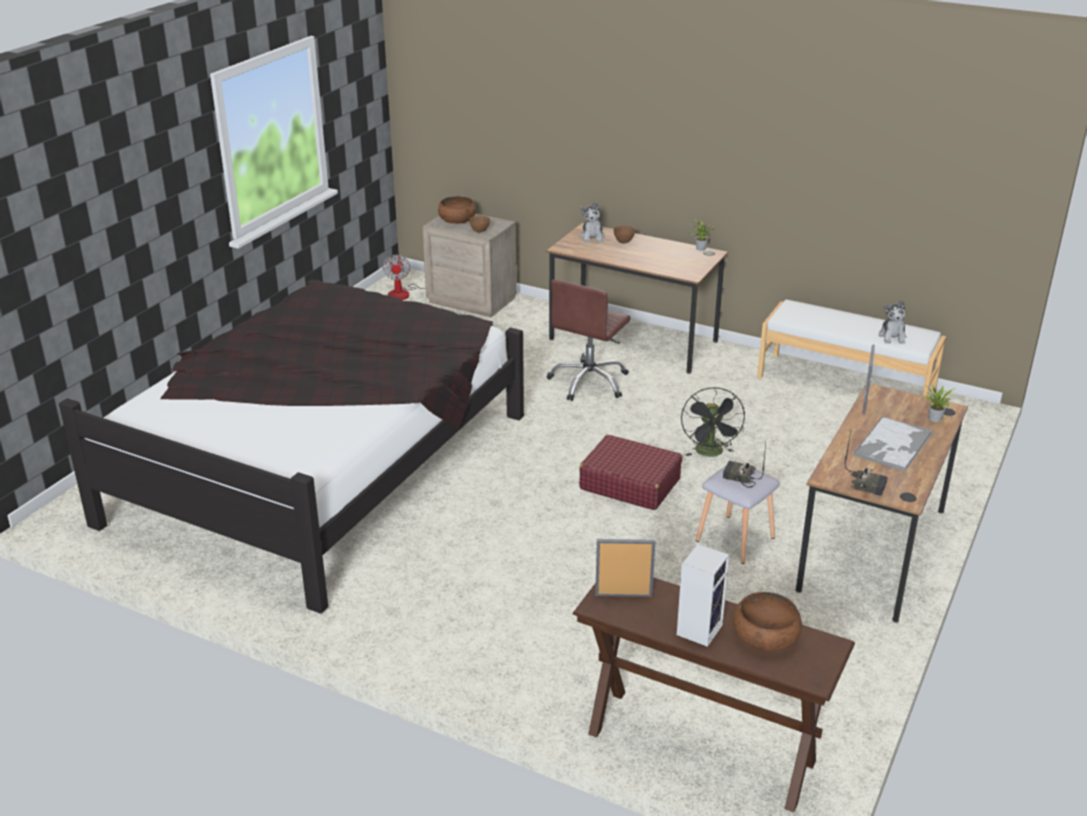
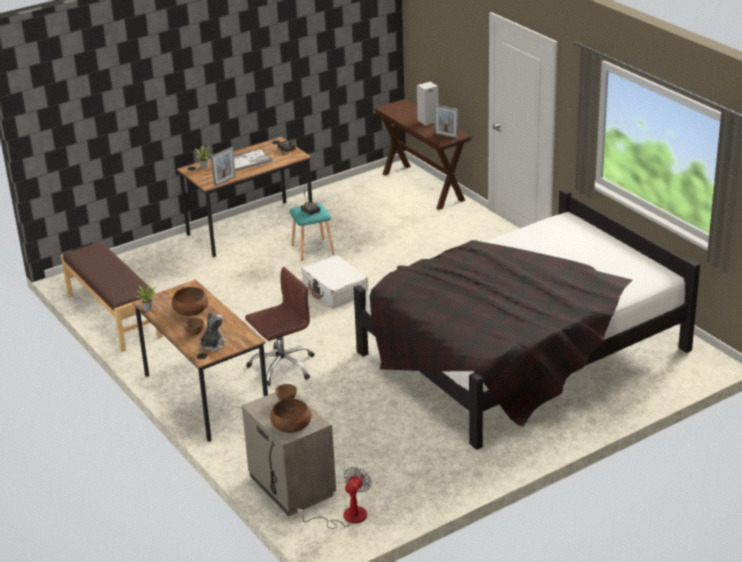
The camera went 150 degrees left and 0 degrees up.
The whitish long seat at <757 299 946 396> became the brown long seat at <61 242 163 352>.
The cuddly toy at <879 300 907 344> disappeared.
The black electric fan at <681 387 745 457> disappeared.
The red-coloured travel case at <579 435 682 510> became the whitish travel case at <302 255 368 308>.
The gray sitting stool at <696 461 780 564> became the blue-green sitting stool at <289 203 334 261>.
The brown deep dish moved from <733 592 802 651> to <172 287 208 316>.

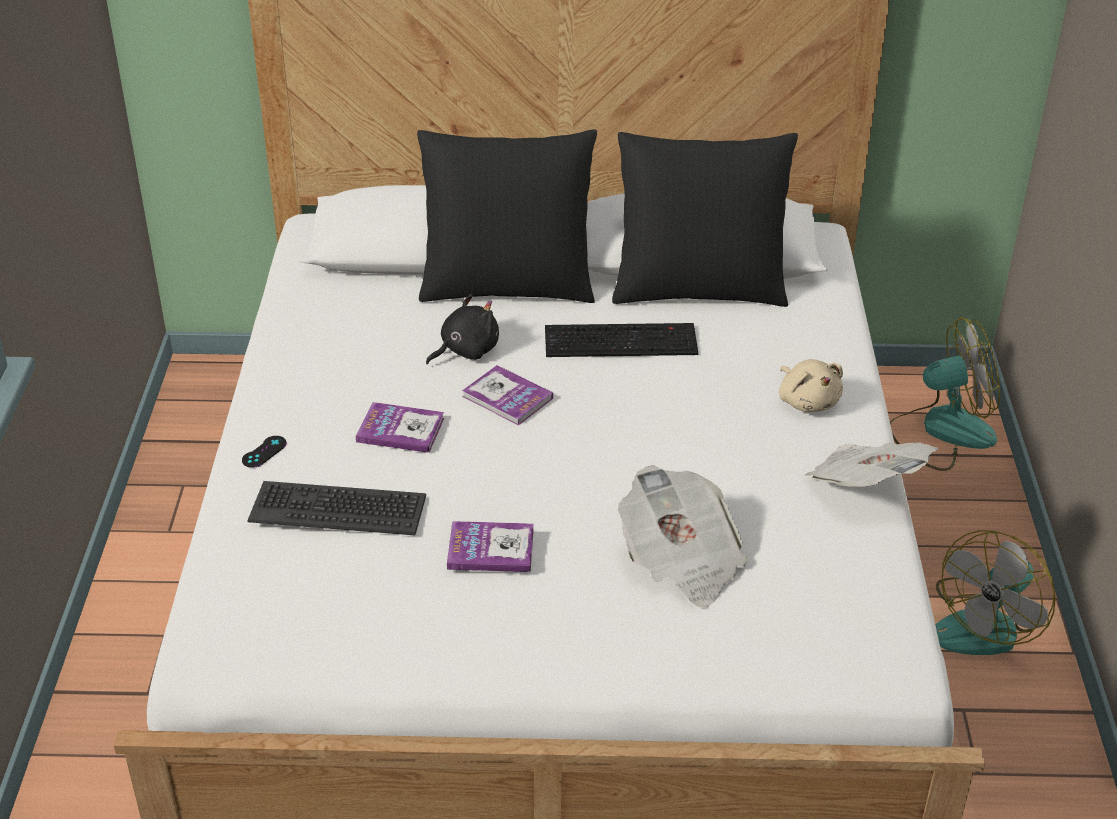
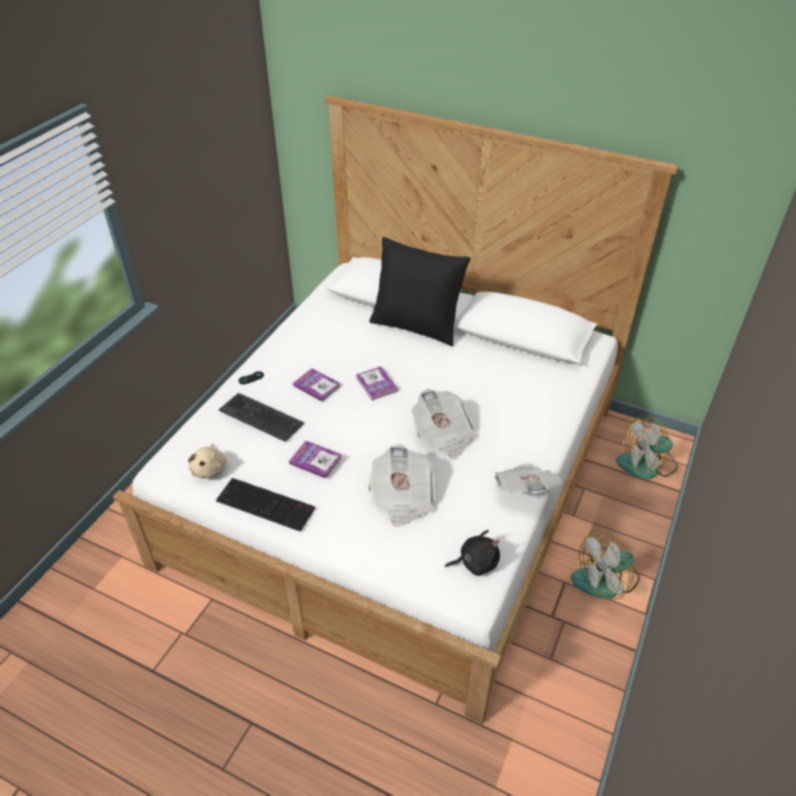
The camera went 25 degrees right and 5 degrees up.
The black throw pillow at <612 132 798 307> disappeared.
The black cuddly toy moved from <426 294 499 364> to <445 530 500 576>.
The electric fan at <890 317 1000 471> turned 150 degrees clockwise.
The PC keyboard moved from <545 323 698 357> to <216 478 315 532>.
The beige cuddly toy moved from <779 359 843 412> to <188 444 227 479>.
The daily paper at <412 389 476 459> appeared.

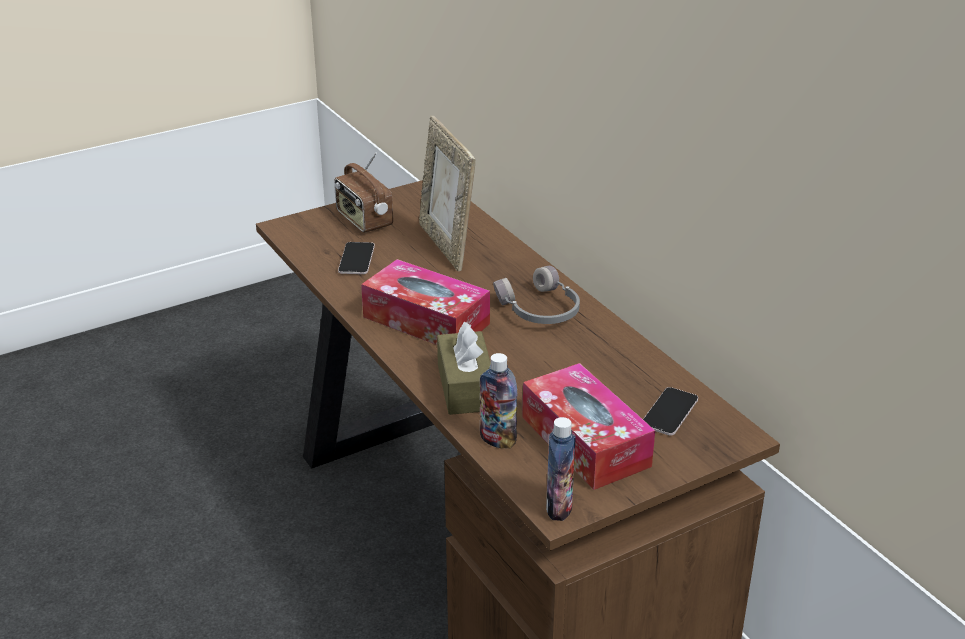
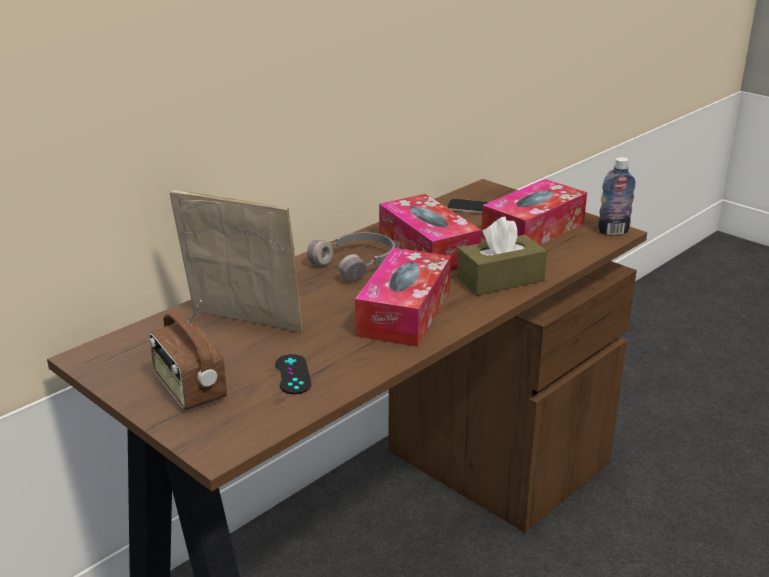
The camera went 105 degrees left and 5 degrees down.
The photo frame at <419 116 475 271> turned 120 degrees counterclockwise.
The radio set at <335 153 393 233> turned 105 degrees clockwise.
The phone at <338 242 375 274> was replaced by the black game controller at <275 354 312 394>.
The bottle at <480 353 517 449> disappeared.
The tissue box at <379 194 481 271> appeared.

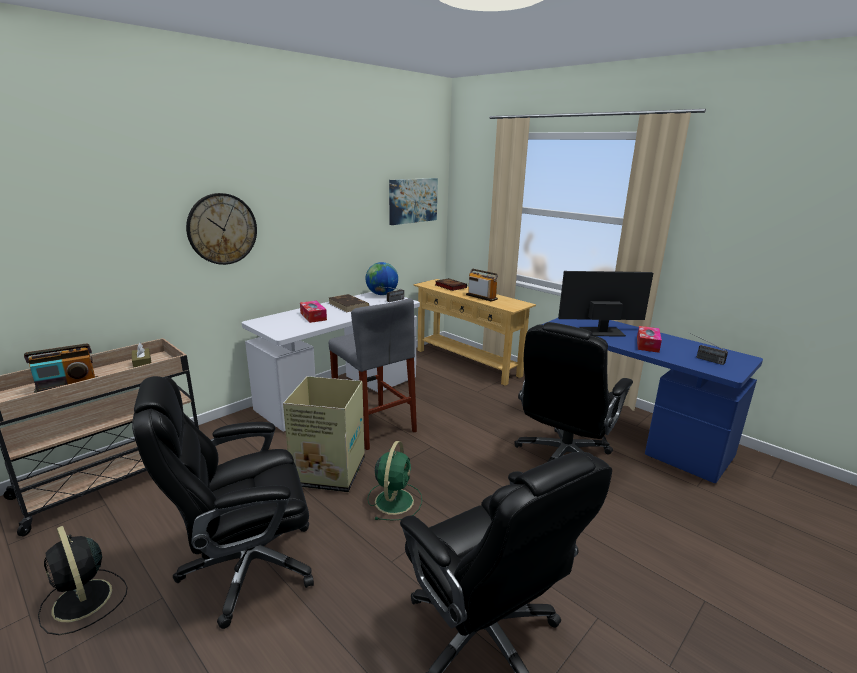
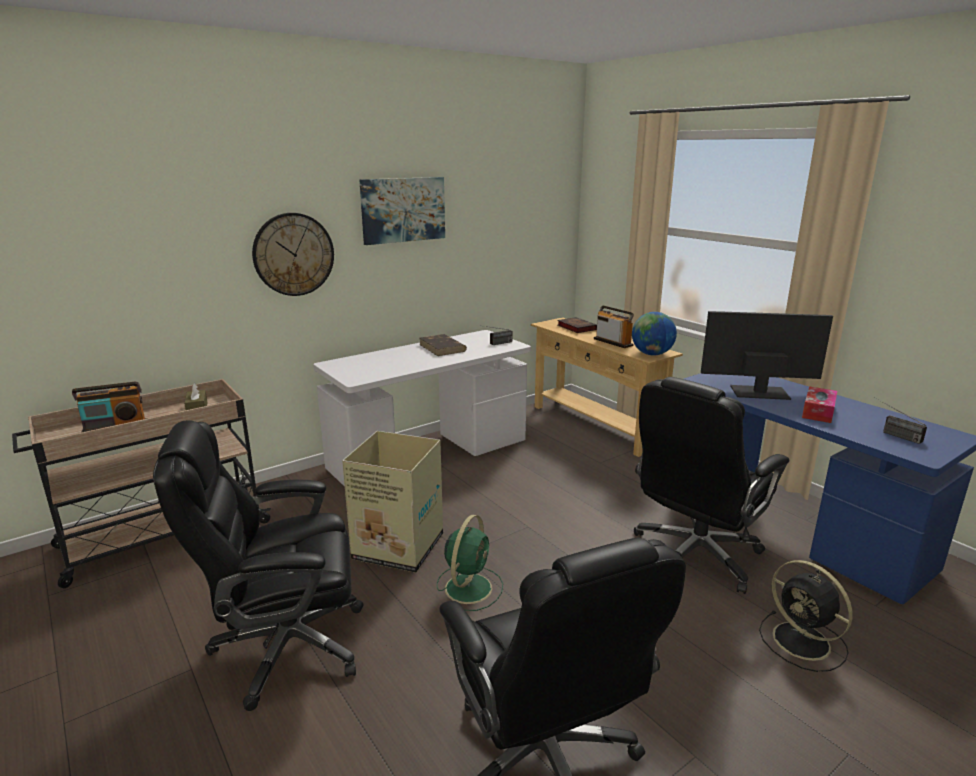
The camera went 10 degrees right and 0 degrees up.
The wall art moved from <389 178 438 225> to <359 177 445 245>.
The world globe moved from <366 262 398 295> to <632 312 677 355>.
The gray sitting stool at <329 298 417 450> disappeared.
The tissue box at <300 301 327 323> disappeared.
The black electric fan moved from <38 526 127 635> to <759 560 853 672>.

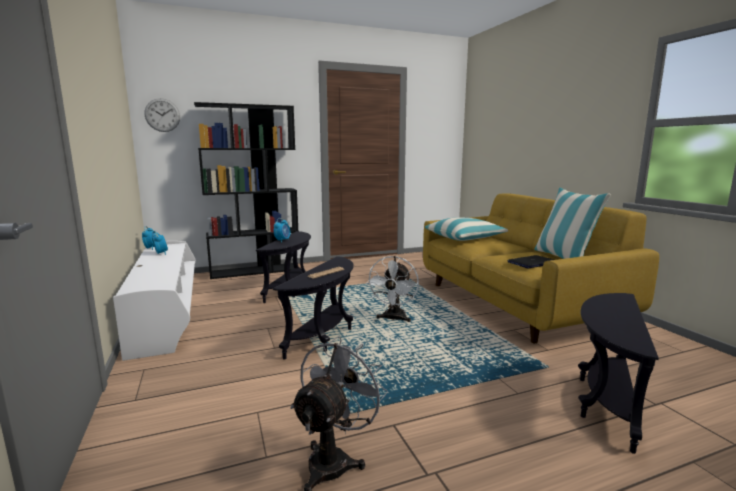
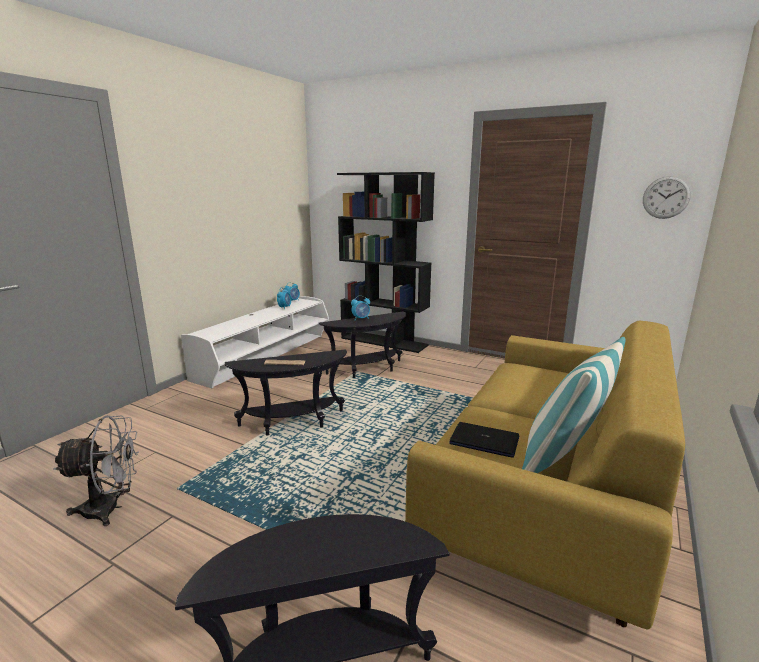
The camera went 50 degrees right and 5 degrees up.
The wall clock moved from <144 98 180 132> to <643 176 691 219>.
The throw pillow at <425 217 508 241> disappeared.
The whitish electric fan at <366 256 419 322> disappeared.

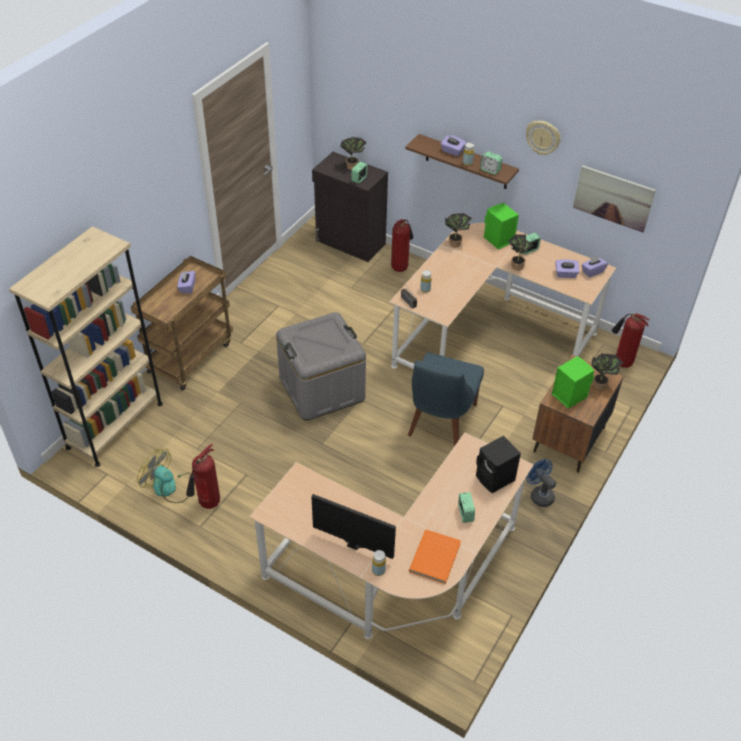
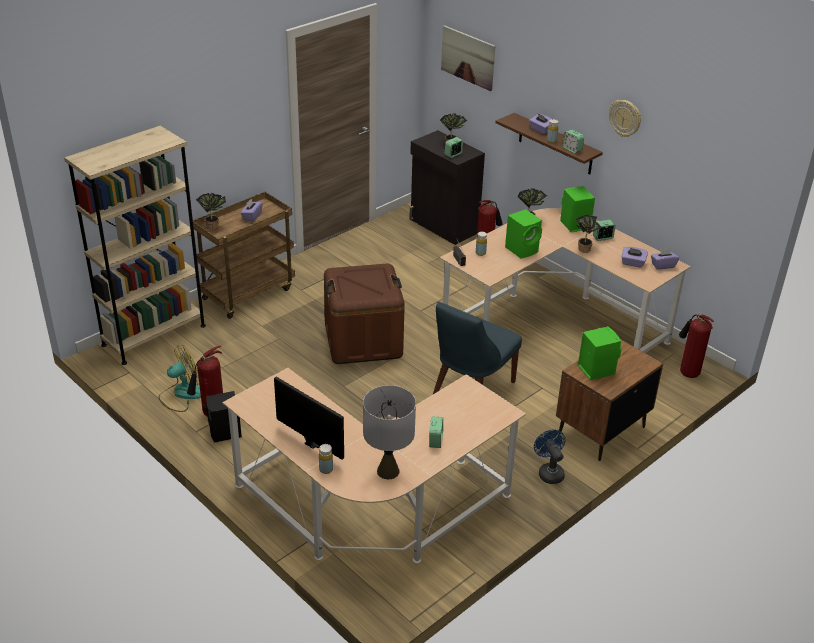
The camera went 15 degrees right and 10 degrees down.
The wall art moved from <573 165 656 233> to <441 25 495 91>.
The gray storage box at <276 312 366 420> became the brown storage box at <324 264 405 364>.
The plant in a pot moved from <591 354 623 390> to <196 193 226 230>.
The black speaker moved from <476 436 521 493> to <206 391 242 442>.
The electric fan at <137 448 195 503> turned 105 degrees clockwise.
The orangey book at <409 529 461 584> was replaced by the gray tabletop lamp at <363 385 416 479>.
The greenish speaker at <505 209 542 259> appeared.

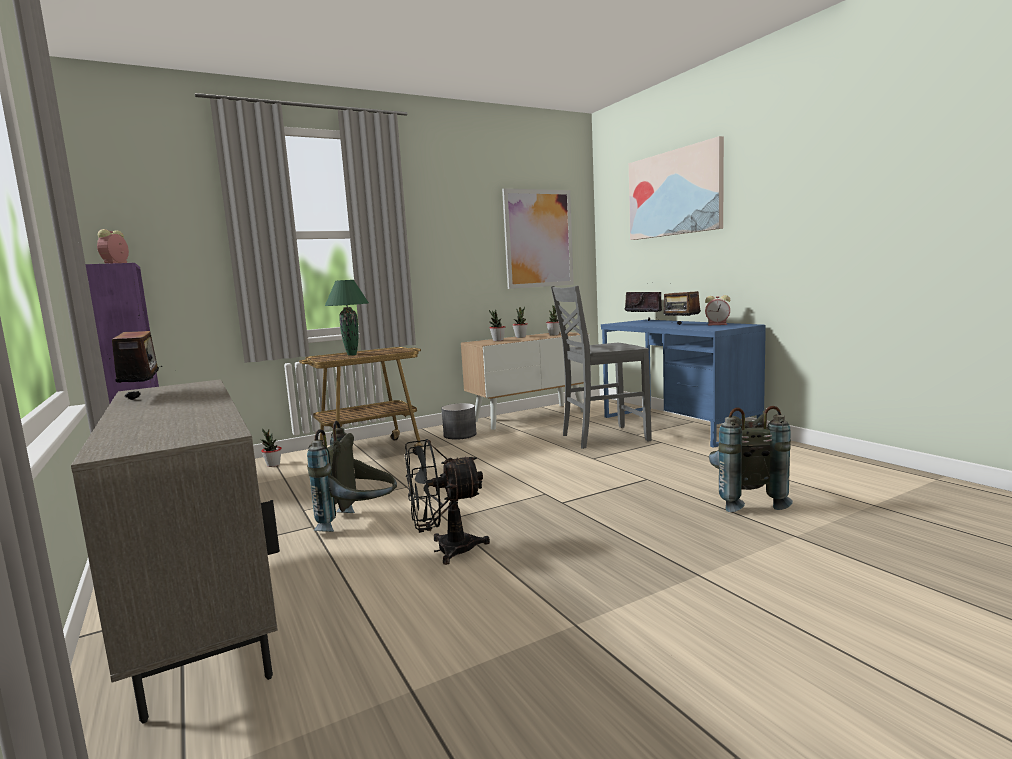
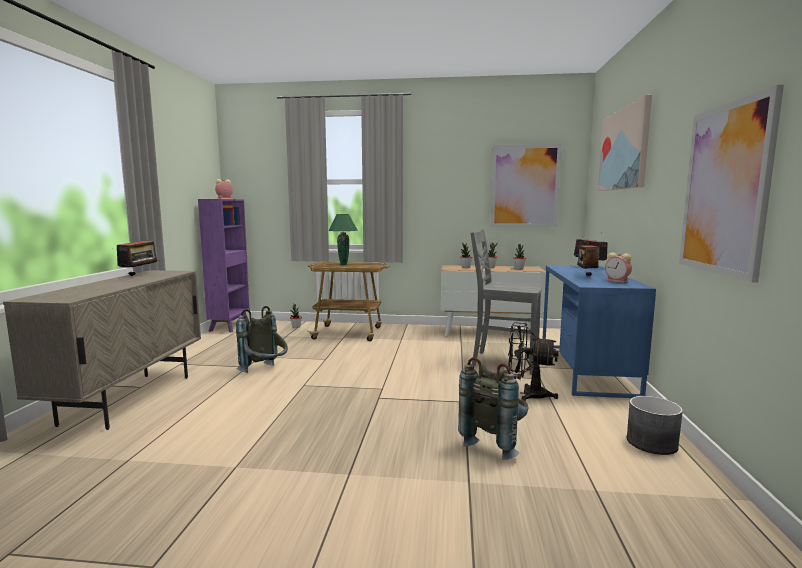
The camera went 35 degrees right and 0 degrees up.
The gray plant pot moved from <441 403 477 440> to <627 396 683 455>.
The black electric fan moved from <405 439 490 565> to <508 322 559 401>.
The wall art at <679 85 784 283> appeared.

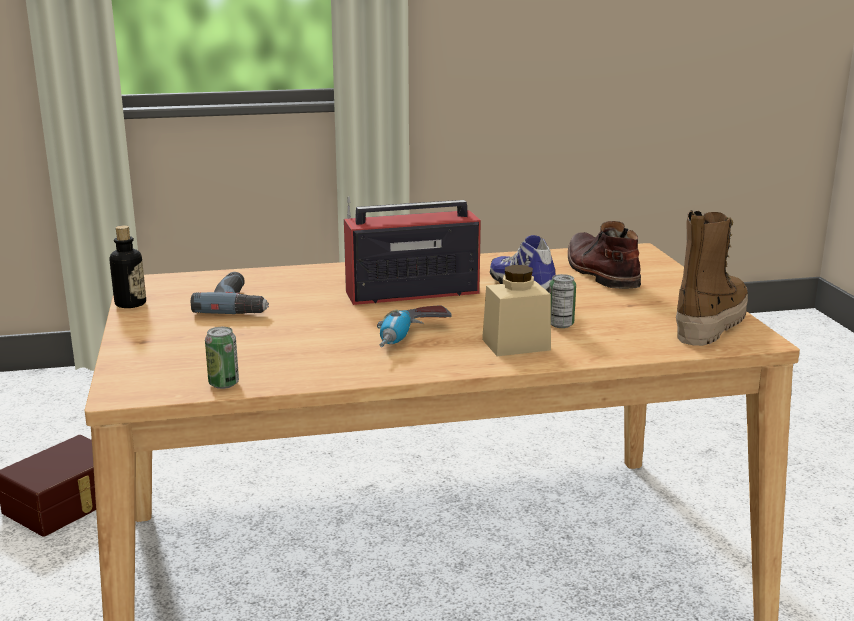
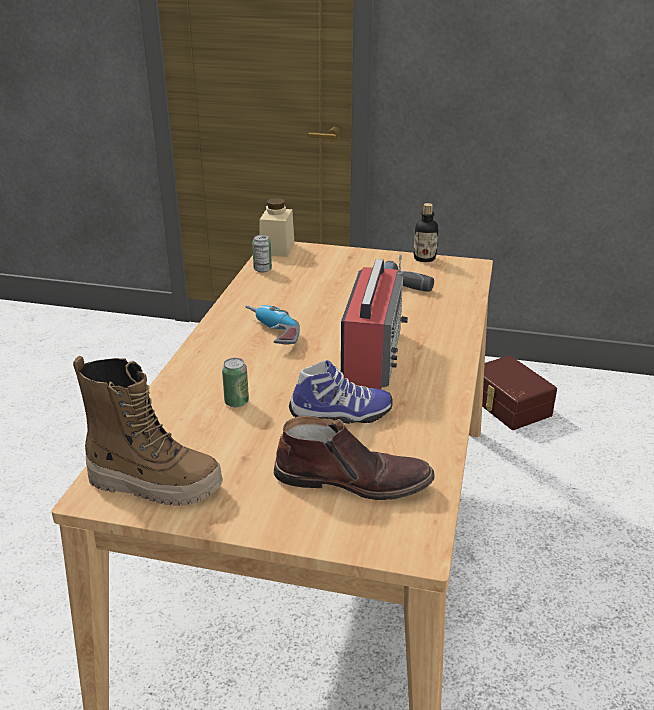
The camera went 115 degrees right and 10 degrees up.
The tall boot at <676 210 748 346> turned 45 degrees counterclockwise.
The beige jar moved from <482 265 551 356> to <260 198 295 257>.

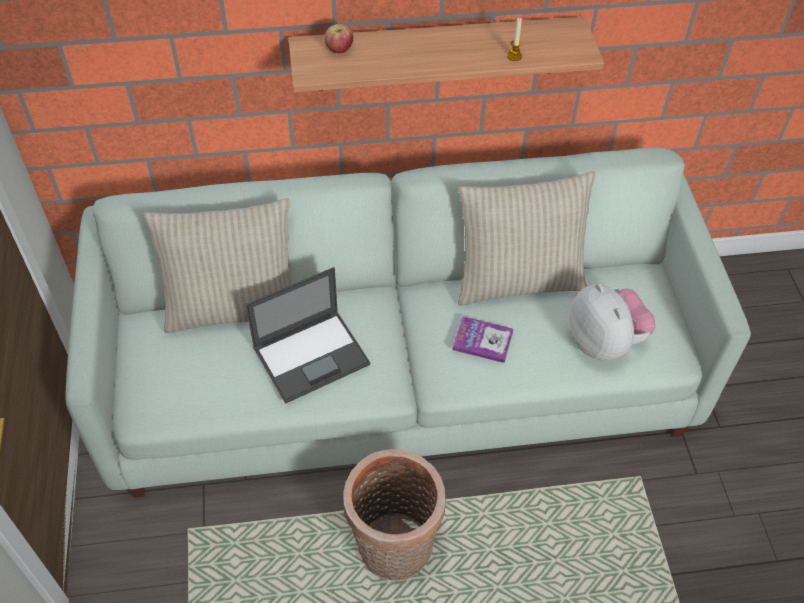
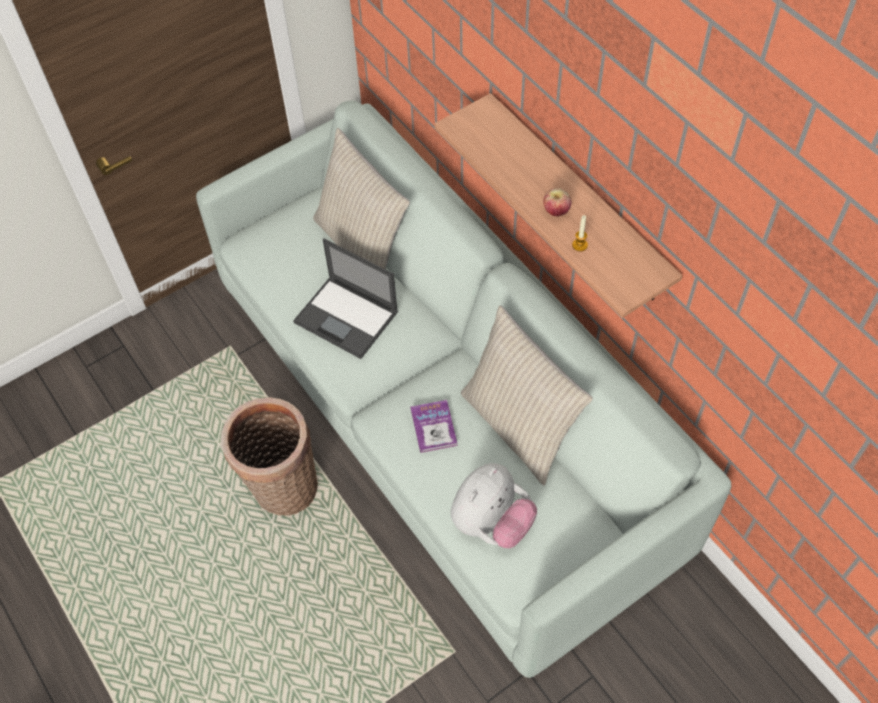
The camera went 65 degrees right and 5 degrees up.
The apple fruit moved from <324 24 353 53> to <543 188 571 216>.

